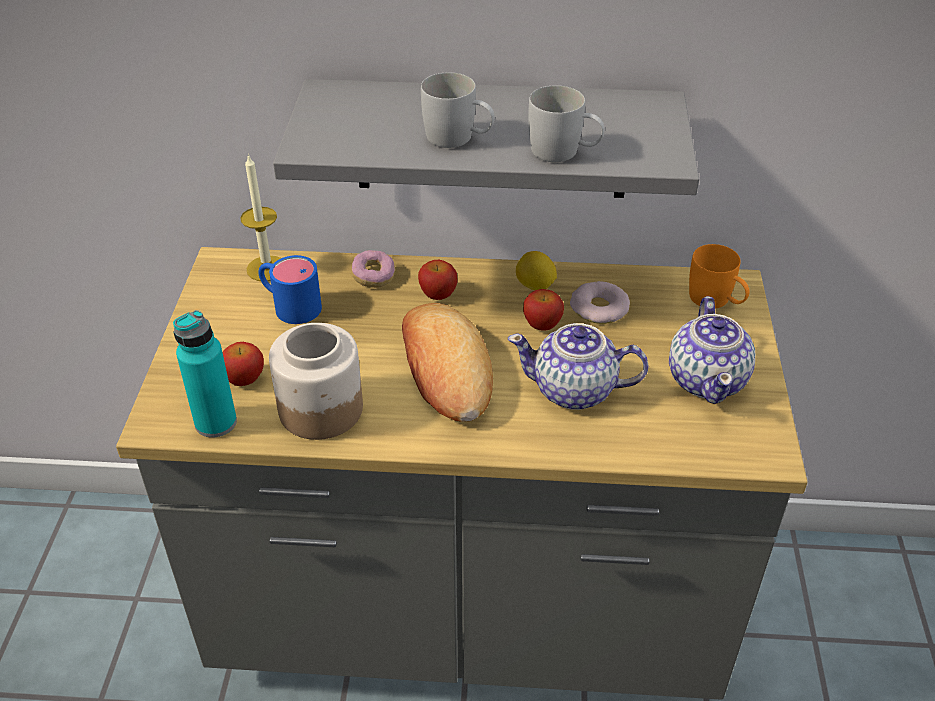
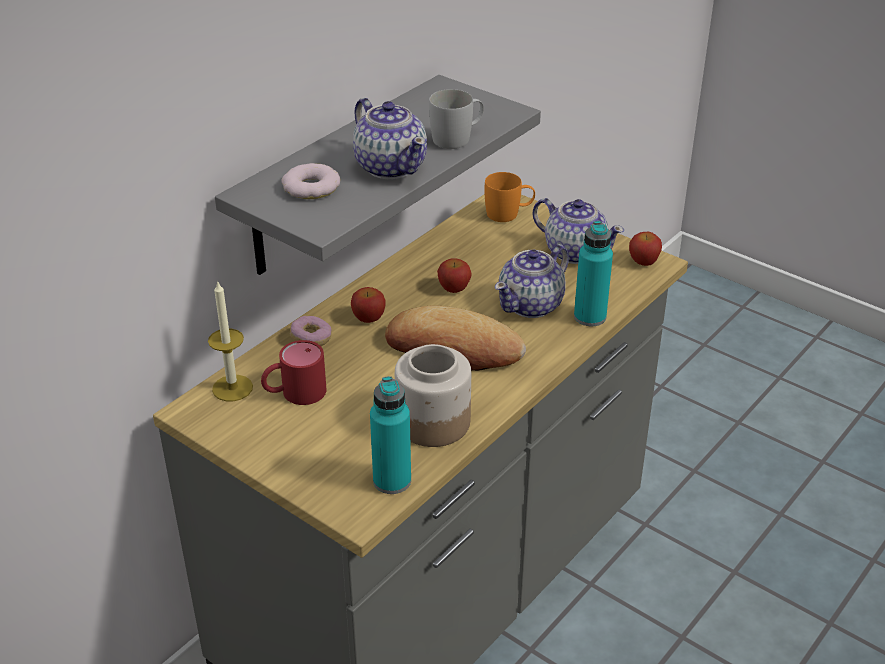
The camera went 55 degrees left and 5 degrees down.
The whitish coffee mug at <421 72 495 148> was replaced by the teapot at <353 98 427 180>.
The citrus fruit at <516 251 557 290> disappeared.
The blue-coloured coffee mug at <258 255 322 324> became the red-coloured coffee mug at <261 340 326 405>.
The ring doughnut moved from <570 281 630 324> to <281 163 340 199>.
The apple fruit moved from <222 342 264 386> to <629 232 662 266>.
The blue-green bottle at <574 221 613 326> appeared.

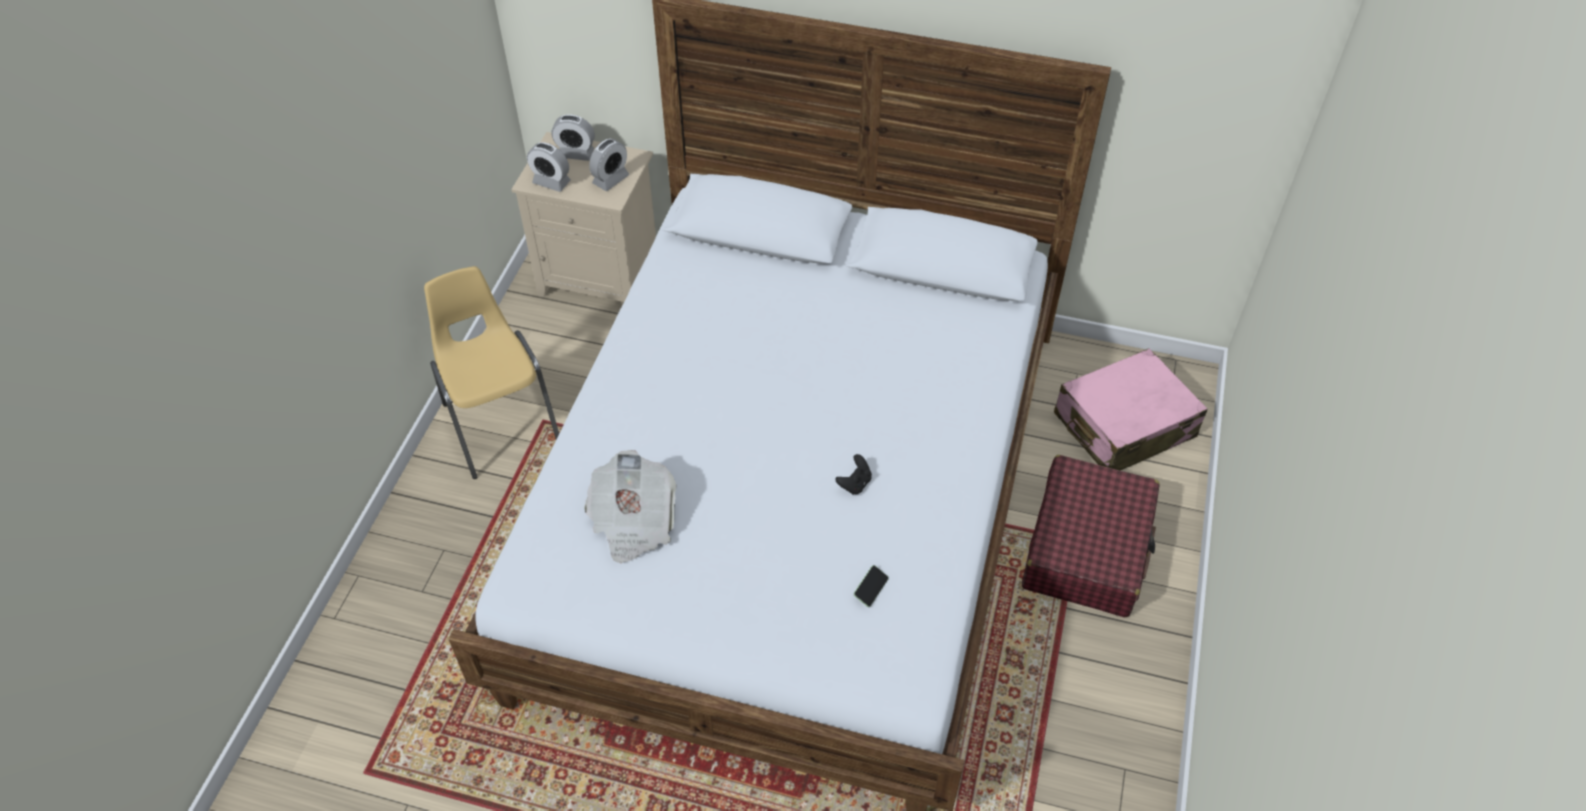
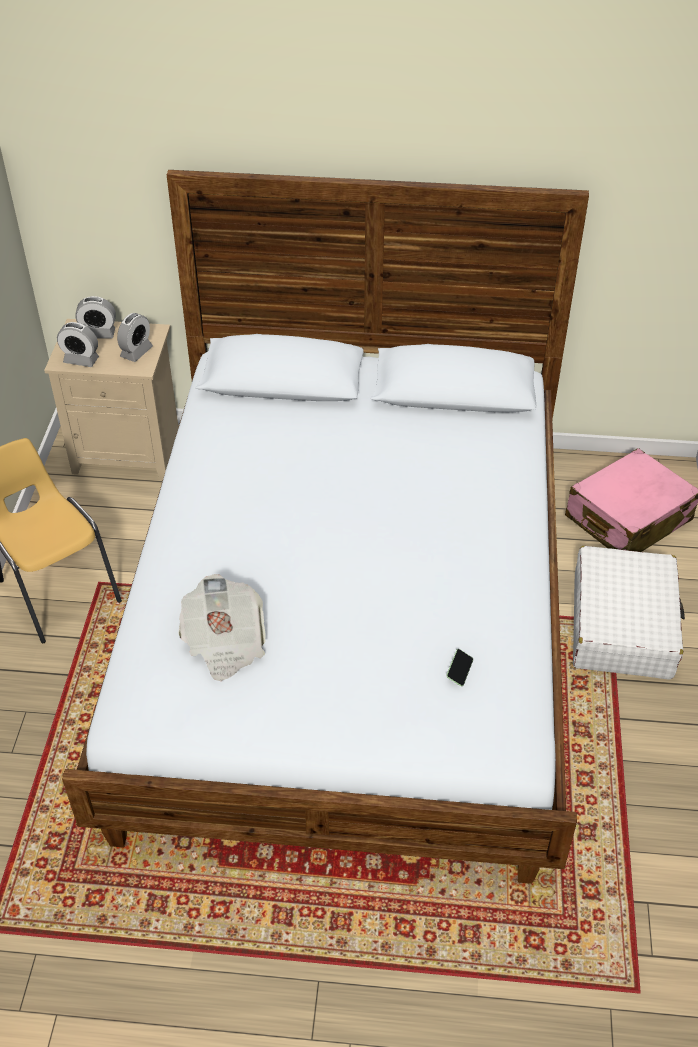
The camera went 10 degrees left and 5 degrees down.
The black game controller at <835 454 872 495> disappeared.
The red-coloured travel case at <1022 455 1160 617> became the whitish travel case at <573 546 685 680>.

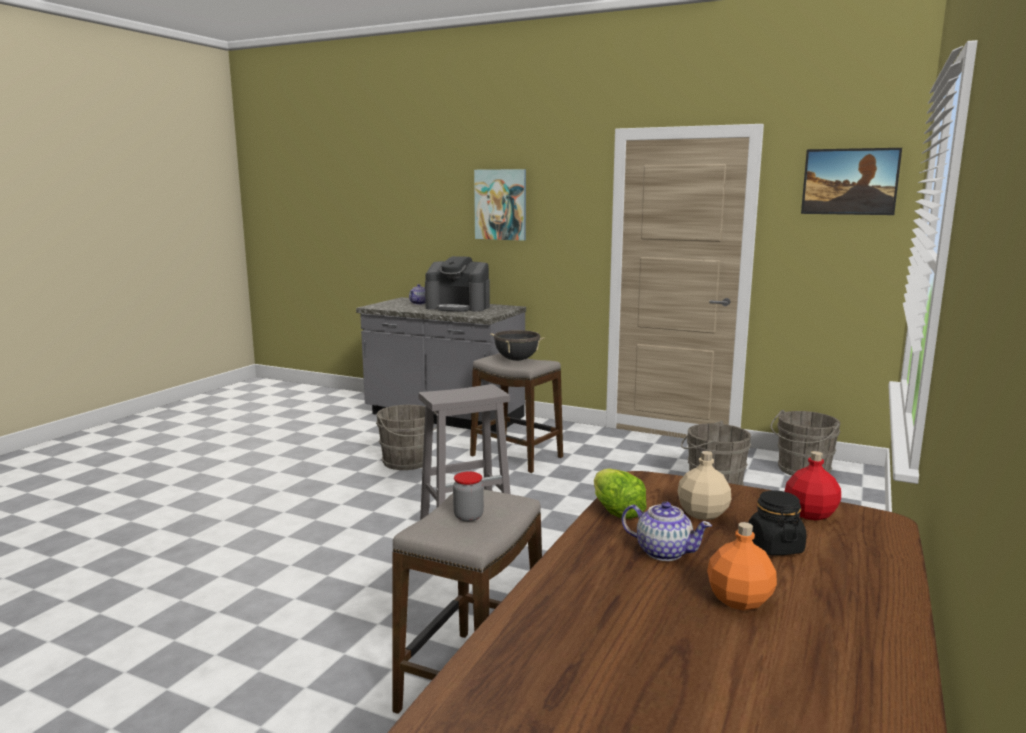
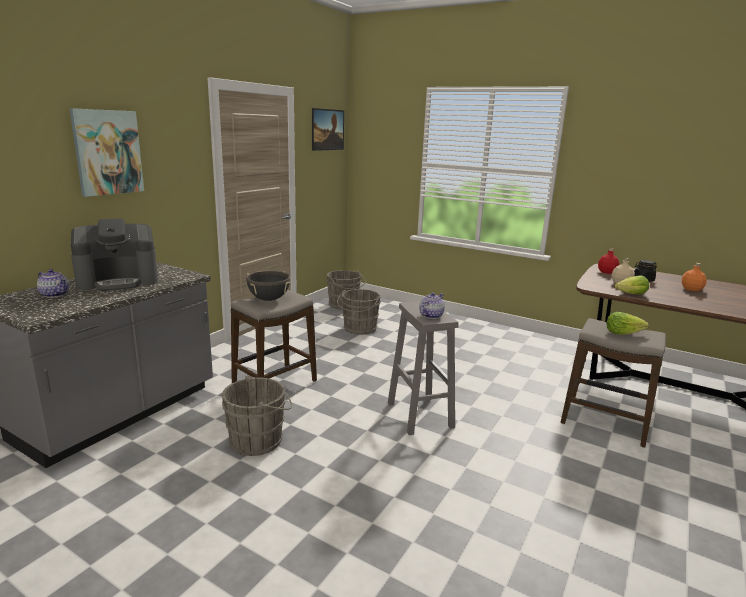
The camera went 85 degrees left and 5 degrees up.
The coffee maker at <425 256 490 312> turned 45 degrees clockwise.
The jar at <453 472 484 522> was replaced by the lettuce head at <607 312 649 335>.
The teapot moved from <622 501 712 561> to <419 292 445 319>.

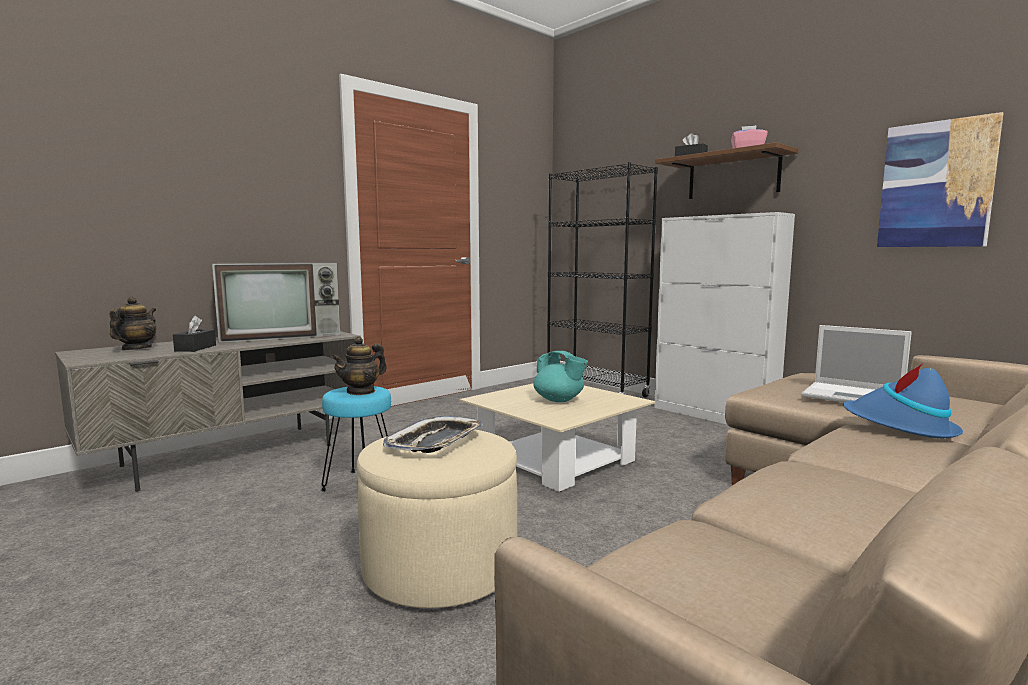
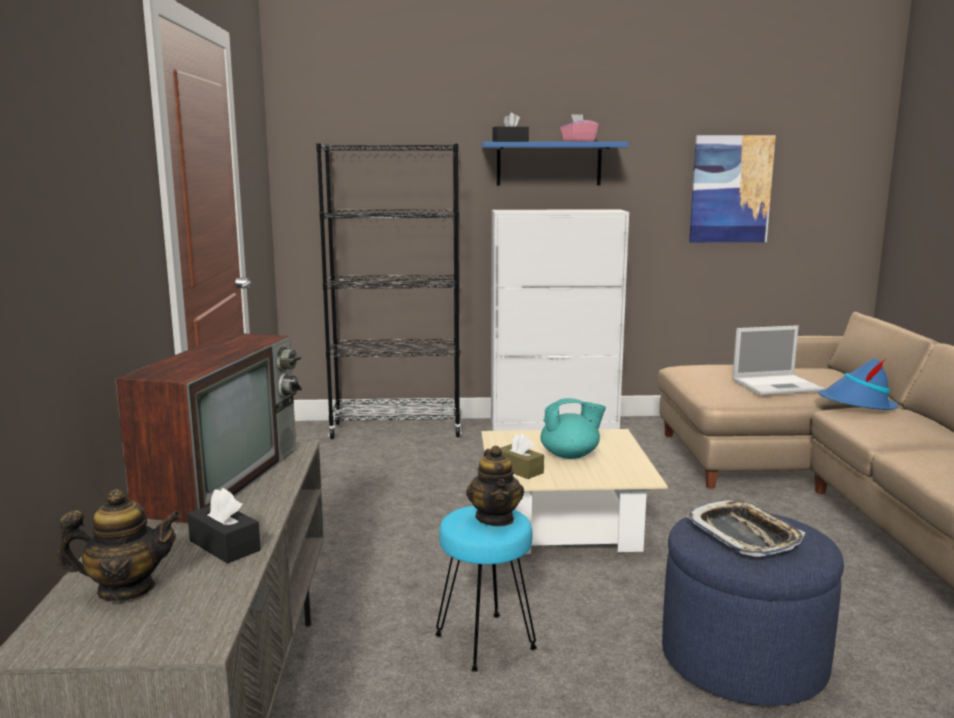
The camera went 50 degrees left and 5 degrees up.
The brown shelf at <655 142 798 199> became the blue-coloured shelf at <481 142 628 186>.
The teapot at <109 297 157 350> turned 120 degrees clockwise.
The beige footrest at <356 430 517 608> became the blue-coloured footrest at <662 513 844 706>.
The brown tissue box at <500 434 544 479> appeared.

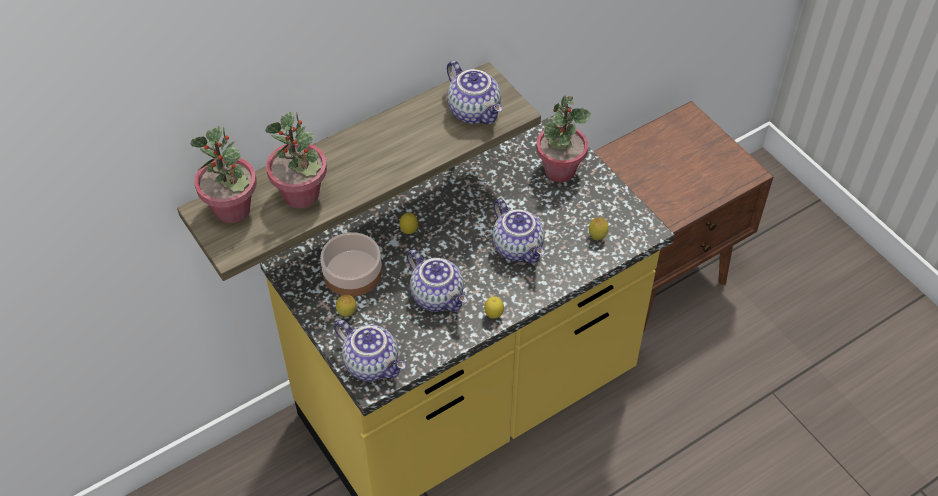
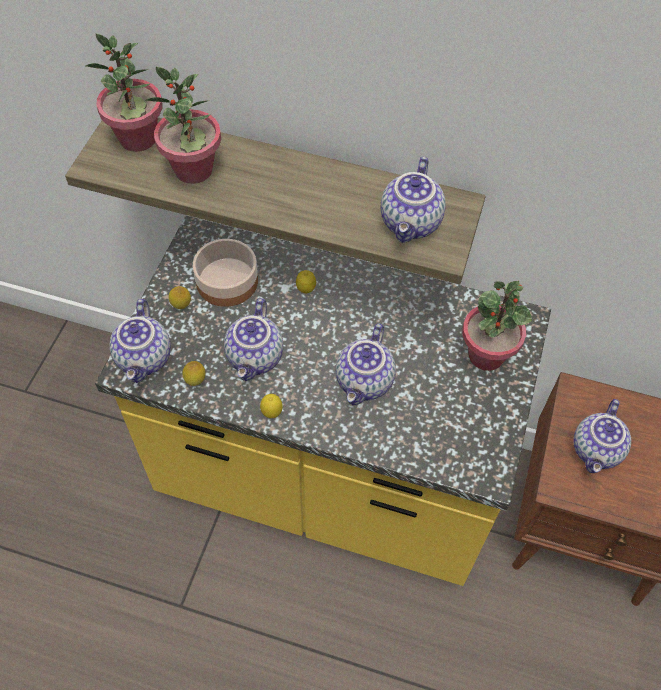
The camera went 50 degrees right and 5 degrees up.
The citrus fruit moved from <589 217 609 240> to <183 361 205 386>.
The teapot at <573 399 631 473> appeared.

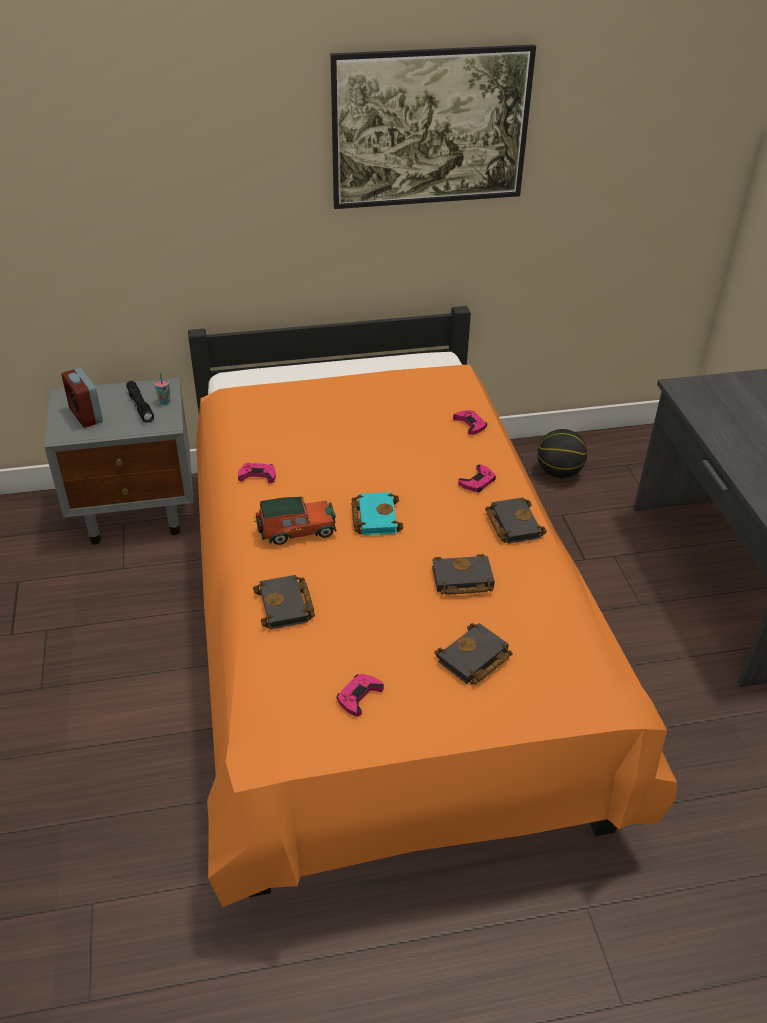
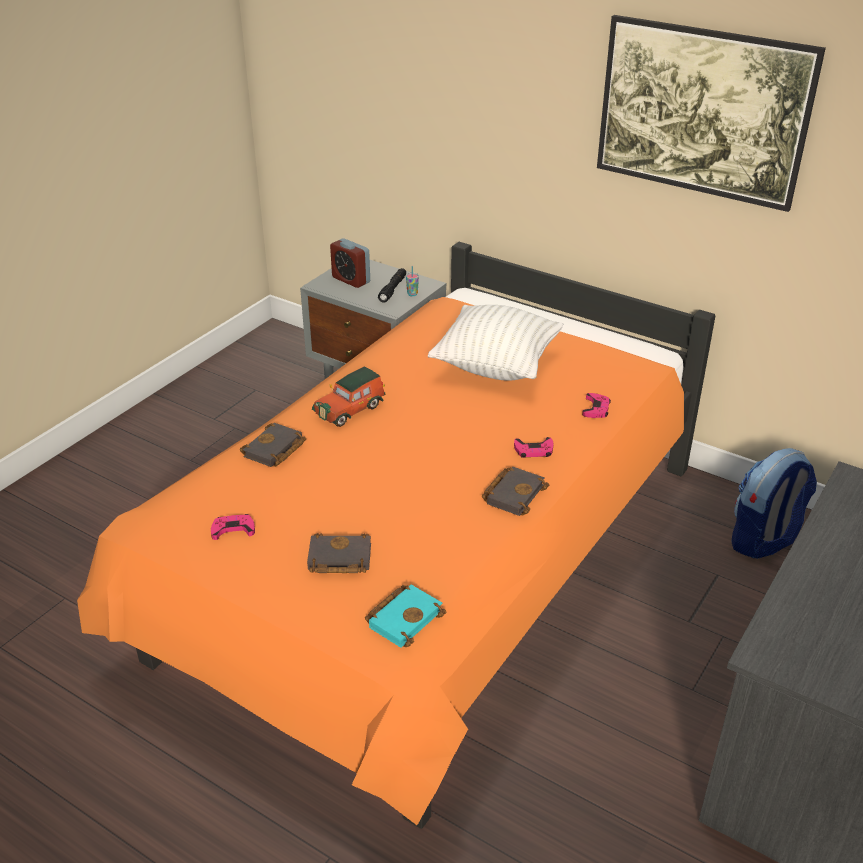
The camera went 45 degrees right and 5 degrees down.
The table clock at <61 368 103 428> turned 60 degrees counterclockwise.
The basketball at <537 429 587 478> was replaced by the knapsack at <731 448 817 559>.
The pink-coloured game controller at <238 463 276 484> disappeared.
The blue-green book moved from <351 492 403 535> to <365 585 446 648>.
The toy car at <253 495 337 545> turned 105 degrees clockwise.
The black book at <432 554 495 595> disappeared.
The whitish throw pillow at <428 305 563 381> appeared.

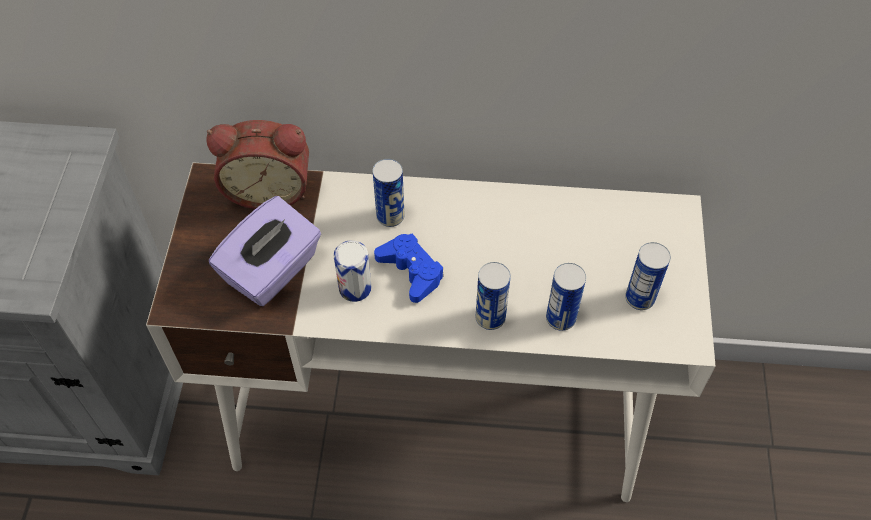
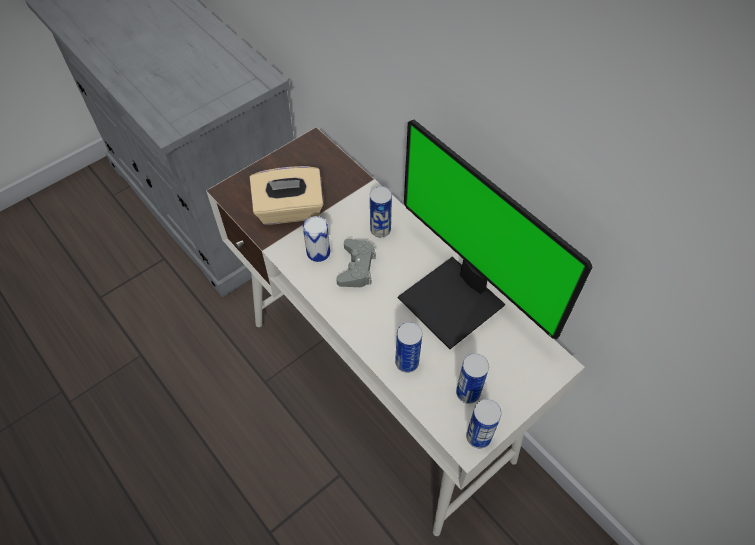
The camera went 45 degrees right and 0 degrees up.
The table clock at <206 120 309 209> disappeared.
The purple tissue box at <209 196 321 306> became the beige tissue box at <250 166 323 225>.
The blue-coloured game controller at <374 234 444 303> became the gray game controller at <336 239 376 287>.
The sealed can moved from <475 262 511 330> to <466 399 502 449>.
The computer screen at <398 120 592 349> appeared.

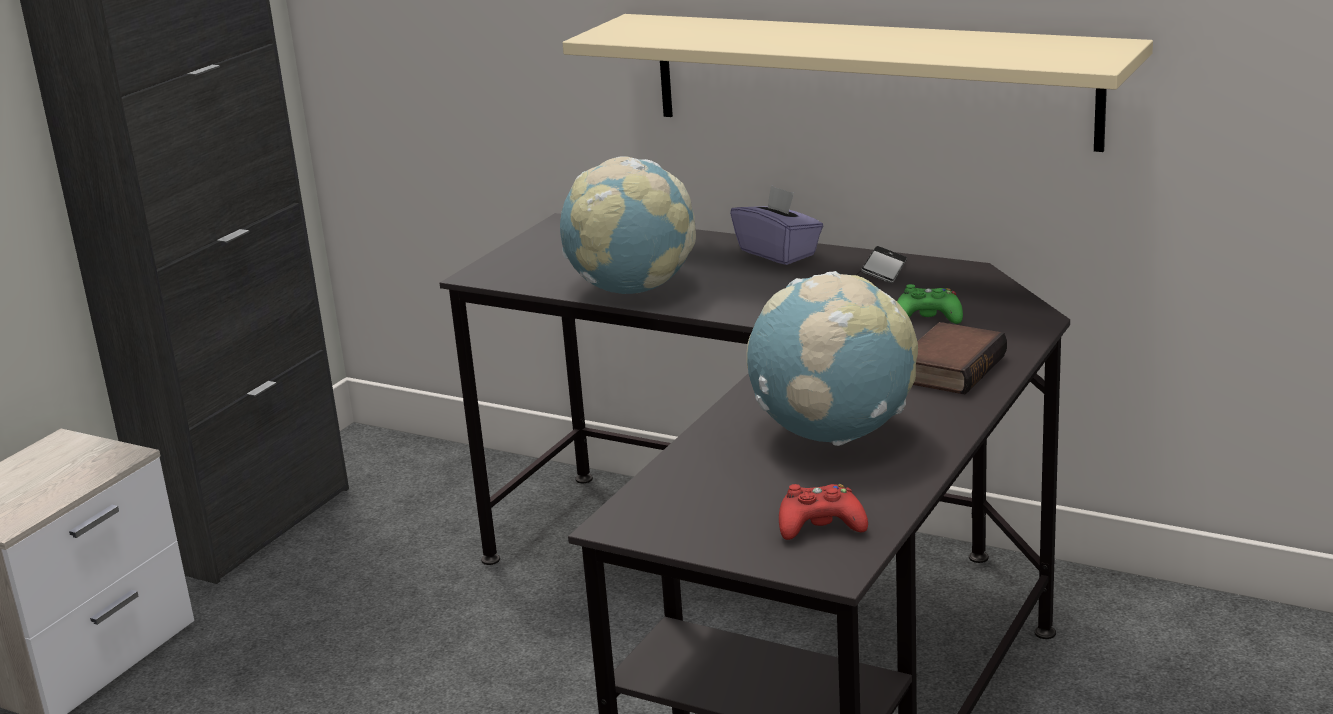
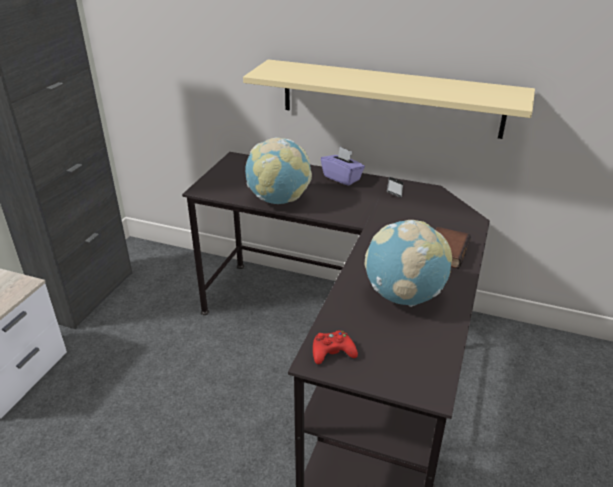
The camera went 10 degrees left and 10 degrees up.
The greenish game controller at <897 284 963 324> disappeared.
The red-coloured game controller moved from <779 484 868 540> to <313 331 358 364>.

